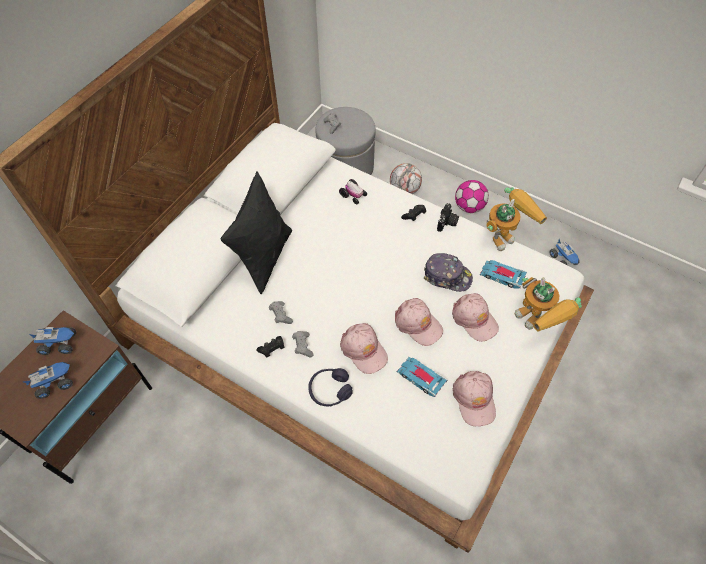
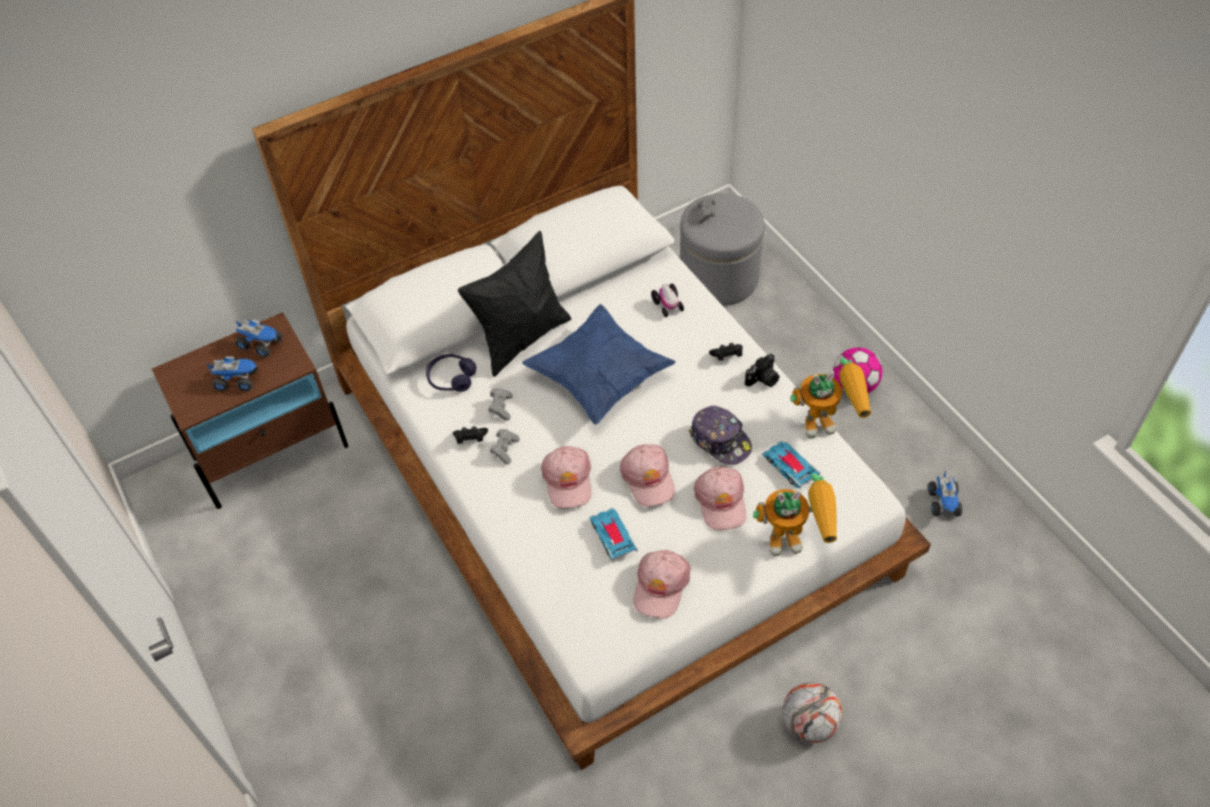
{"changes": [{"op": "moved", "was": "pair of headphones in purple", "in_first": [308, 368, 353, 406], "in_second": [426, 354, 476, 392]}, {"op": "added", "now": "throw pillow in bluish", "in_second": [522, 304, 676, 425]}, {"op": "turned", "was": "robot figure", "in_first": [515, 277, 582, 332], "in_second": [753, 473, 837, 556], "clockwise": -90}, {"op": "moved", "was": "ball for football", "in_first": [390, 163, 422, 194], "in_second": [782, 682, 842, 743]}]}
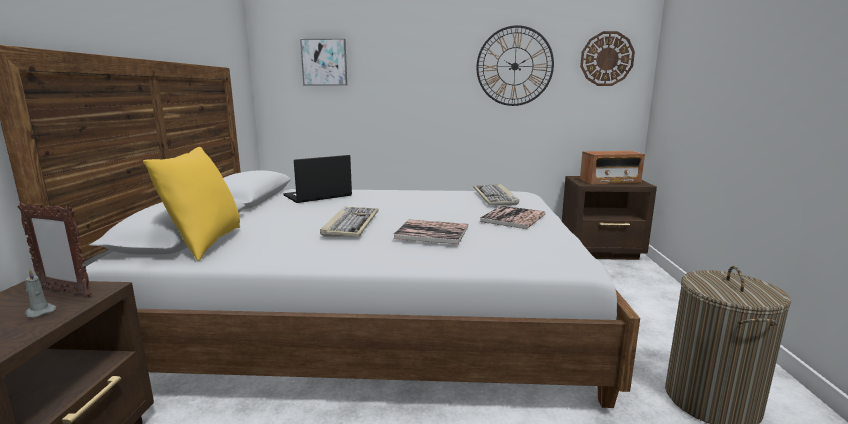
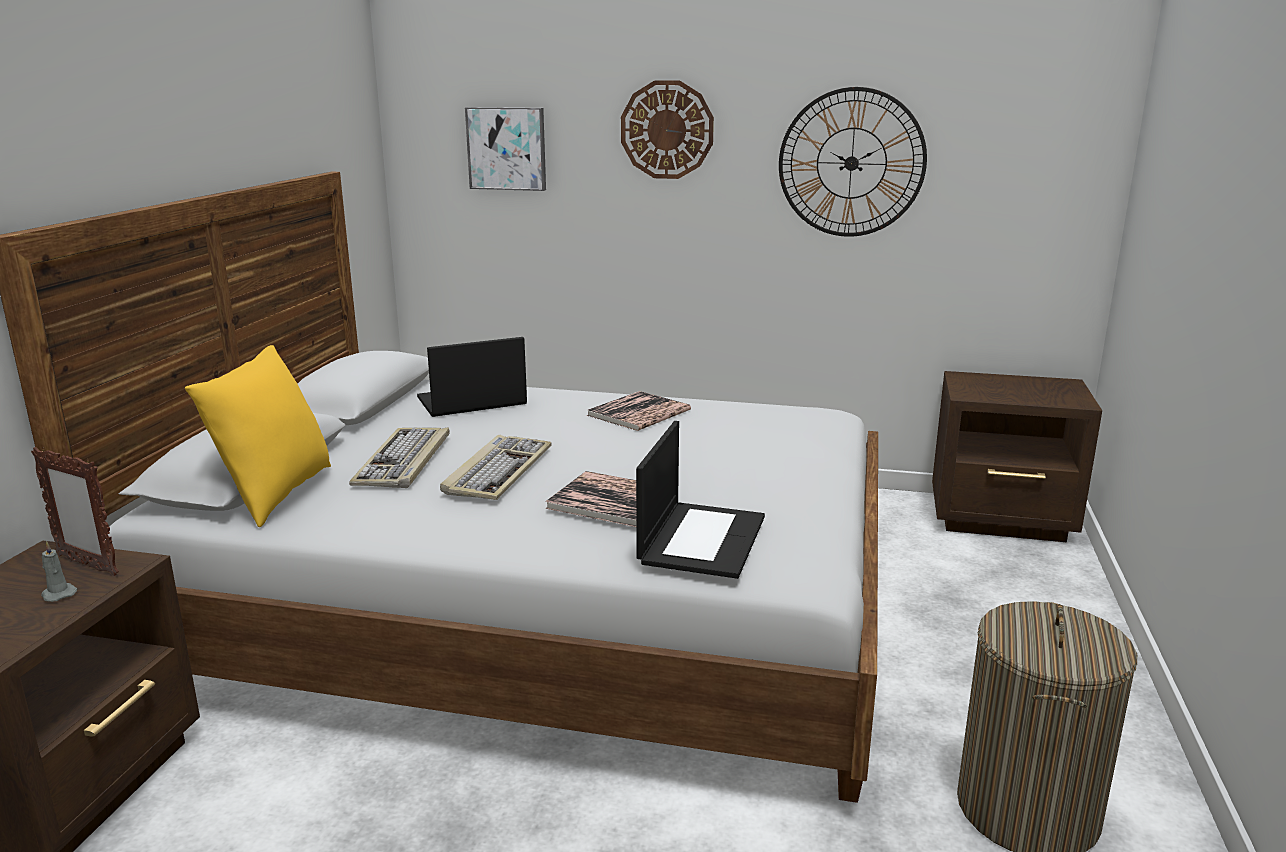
{"changes": [{"op": "moved", "was": "computer keyboard", "in_first": [473, 184, 519, 205], "in_second": [349, 428, 450, 488]}, {"op": "moved", "was": "volume", "in_first": [480, 206, 546, 229], "in_second": [587, 391, 691, 431]}, {"op": "moved", "was": "hanging clock", "in_first": [580, 31, 635, 86], "in_second": [621, 80, 714, 179]}, {"op": "added", "now": "notebook computer", "in_second": [636, 421, 765, 579]}, {"op": "removed", "was": "radio receiver", "in_first": [580, 151, 645, 184]}]}
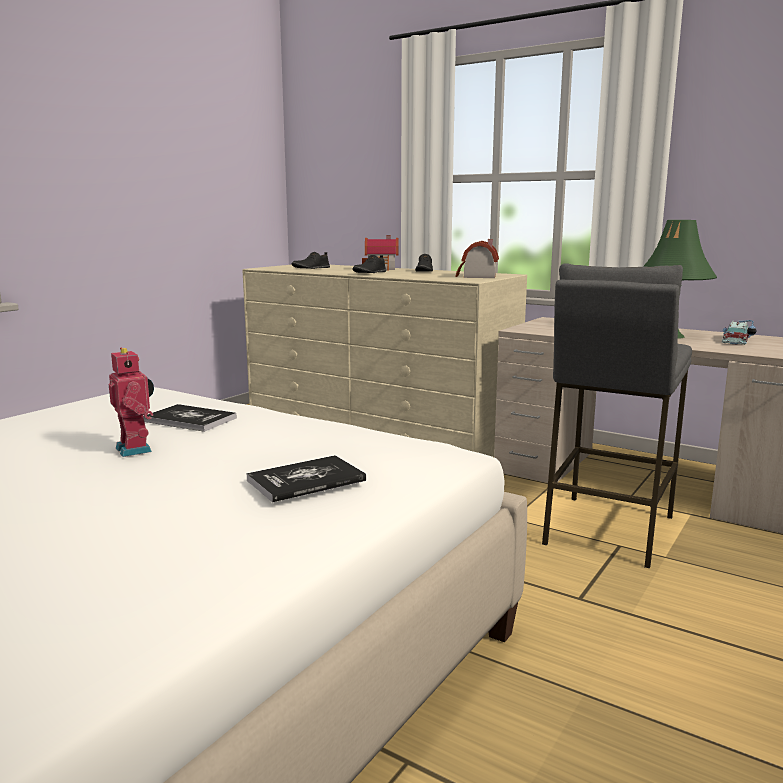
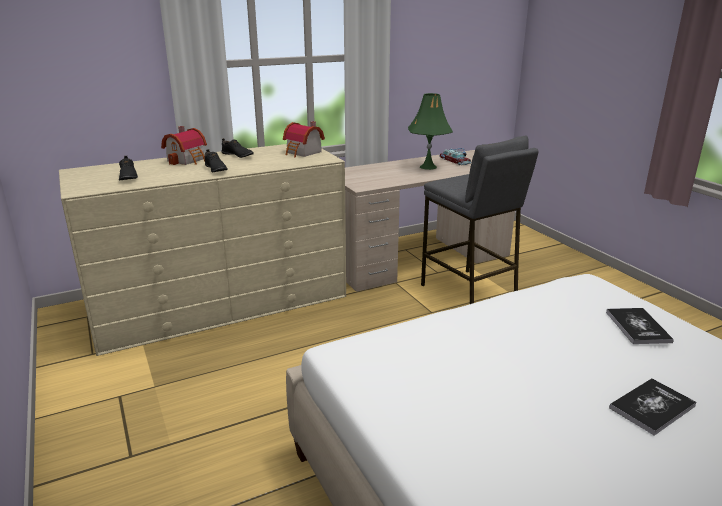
{"changes": [{"op": "moved", "was": "volume", "in_first": [143, 404, 237, 432], "in_second": [609, 379, 696, 436]}, {"op": "removed", "was": "robot figure", "in_first": [109, 348, 154, 457]}]}
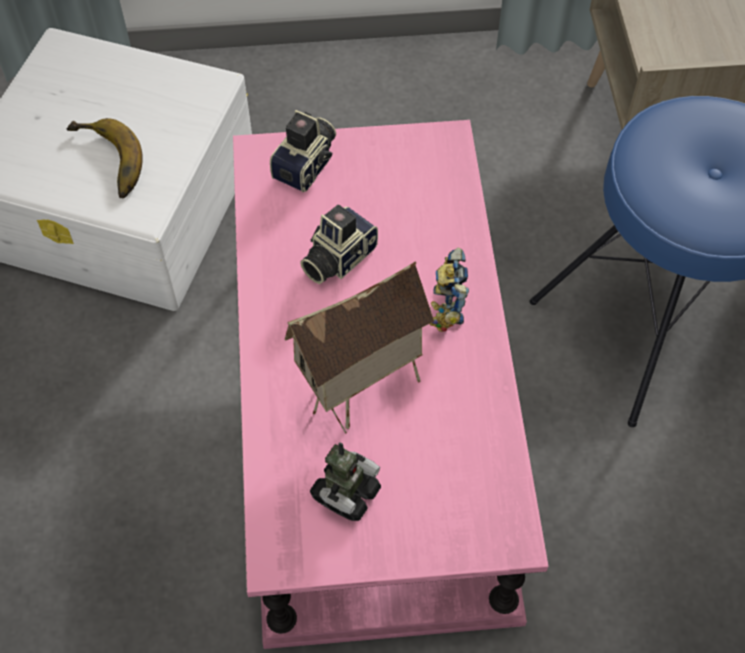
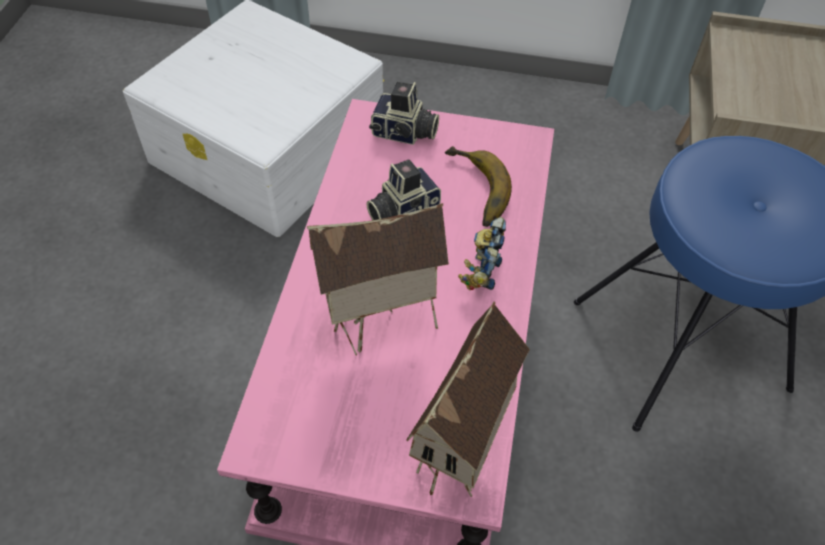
{"changes": [{"op": "turned", "was": "photo camera", "in_first": [270, 110, 336, 192], "in_second": [369, 82, 439, 145], "clockwise": 60}, {"op": "added", "now": "model house", "in_second": [406, 302, 530, 497]}, {"op": "moved", "was": "banana fruit", "in_first": [67, 118, 143, 198], "in_second": [445, 146, 512, 227]}, {"op": "removed", "was": "robot figure", "in_first": [310, 442, 381, 521]}]}
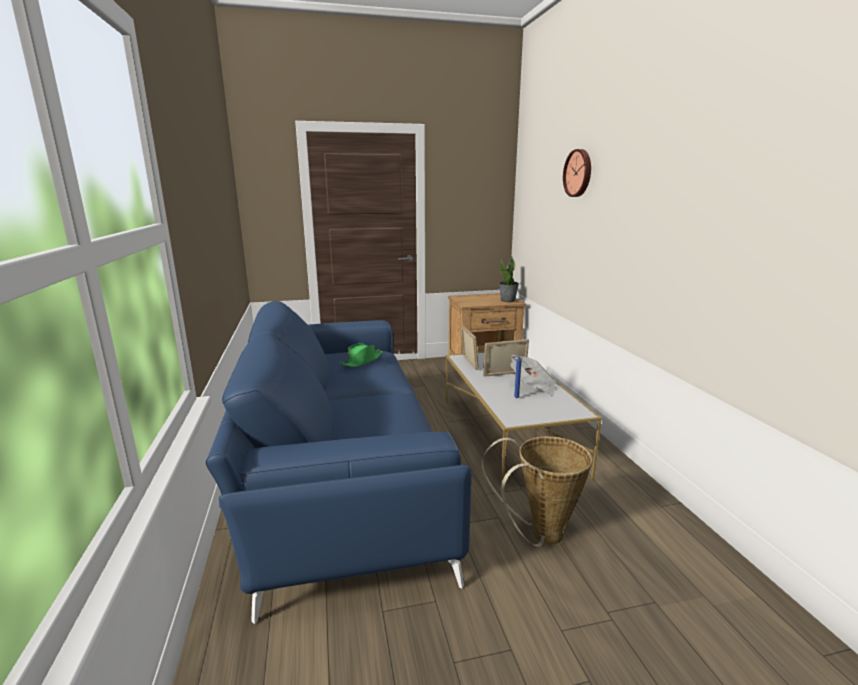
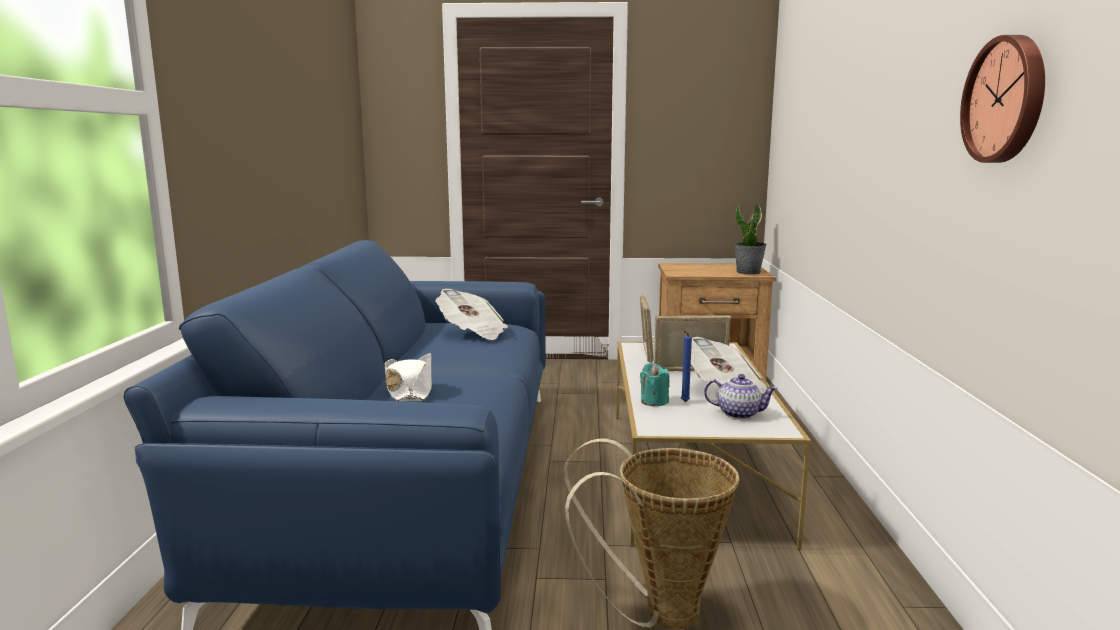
{"changes": [{"op": "added", "now": "clothing hat in whitish", "in_second": [385, 353, 432, 401]}, {"op": "replaced", "was": "clothing hat in green-coloured", "now": "newspaper", "in_first": [339, 343, 383, 367], "in_second": [435, 289, 508, 340]}, {"op": "added", "now": "candle in turquoise-coloured", "in_second": [640, 363, 670, 406]}, {"op": "added", "now": "pot for tea", "in_second": [704, 374, 778, 419]}, {"op": "moved", "was": "hanging clock", "in_first": [563, 149, 591, 197], "in_second": [960, 35, 1045, 163]}]}
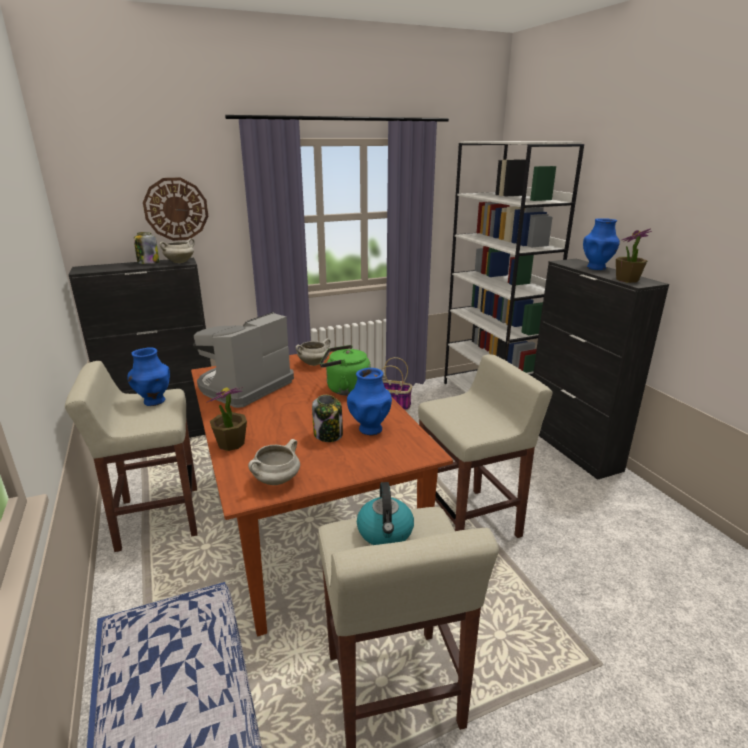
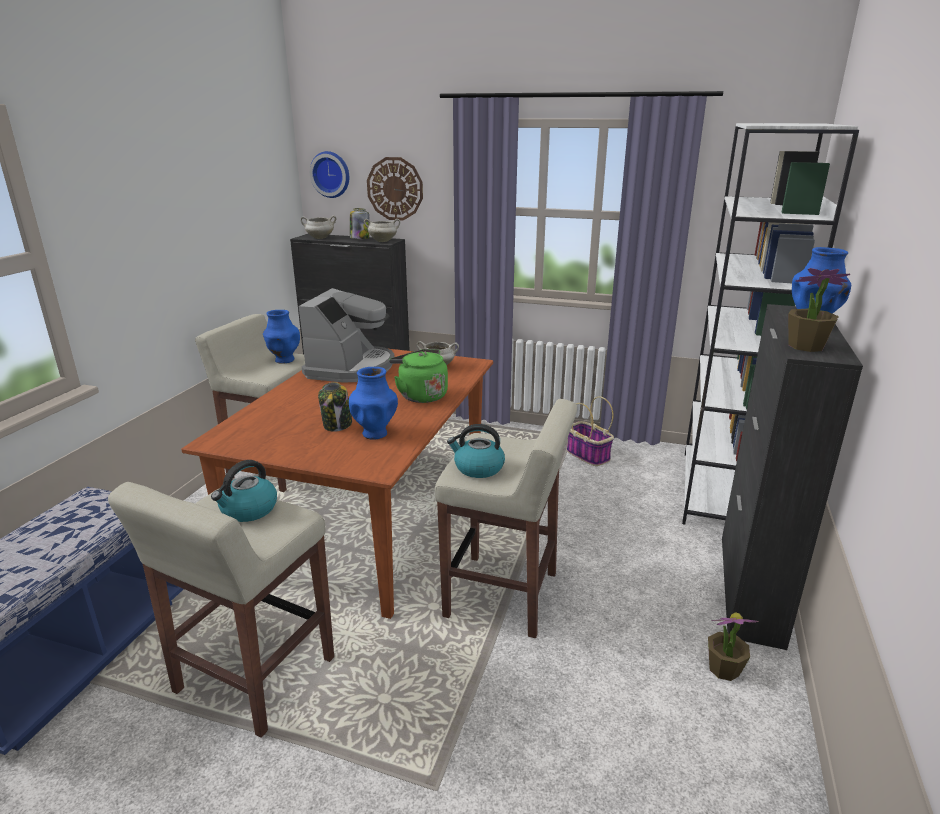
{"changes": [{"op": "turned", "was": "coffee machine", "in_first": [193, 312, 294, 408], "in_second": [298, 288, 394, 383], "clockwise": 120}, {"op": "moved", "was": "stockpot in whitish", "in_first": [248, 439, 300, 485], "in_second": [300, 215, 337, 239]}, {"op": "added", "now": "hanging clock", "in_second": [310, 151, 349, 198]}, {"op": "added", "now": "tea kettle", "in_second": [447, 424, 505, 478]}, {"op": "moved", "was": "potted plant", "in_first": [208, 387, 247, 451], "in_second": [708, 612, 759, 681]}]}
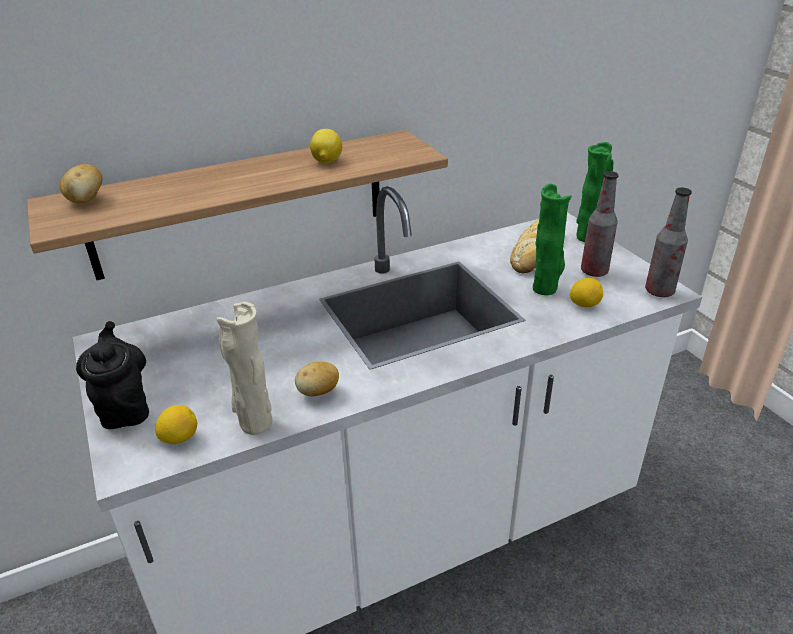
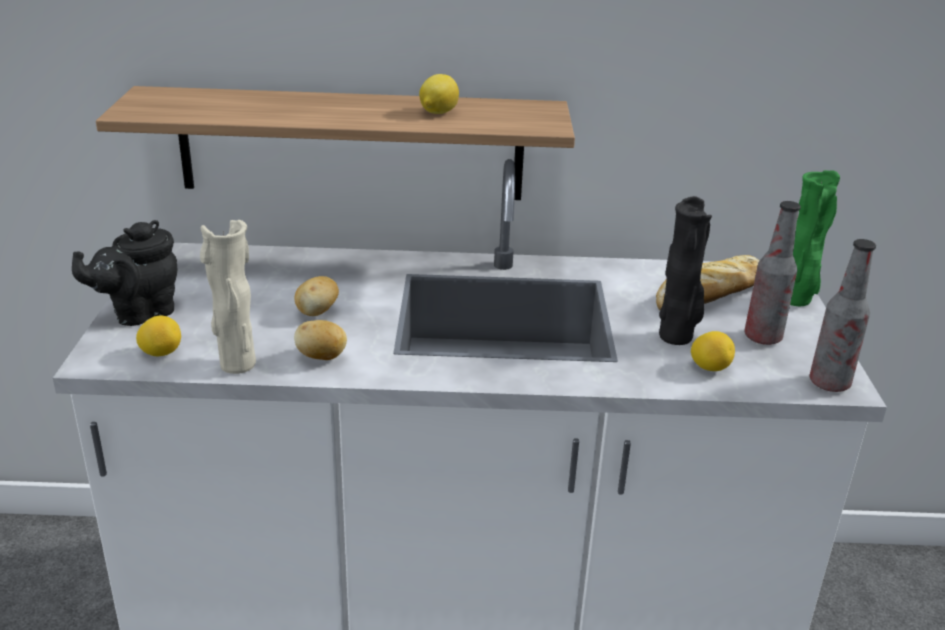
{"changes": [{"op": "turned", "was": "pot for tea in black-coloured", "in_first": [76, 321, 149, 429], "in_second": [72, 220, 177, 326], "clockwise": -135}, {"op": "moved", "was": "potato", "in_first": [59, 164, 102, 203], "in_second": [294, 276, 339, 316]}, {"op": "recoloured", "was": "vase in green-coloured", "now": "vase in black-coloured", "in_first": [533, 184, 572, 295], "in_second": [659, 196, 712, 345]}]}
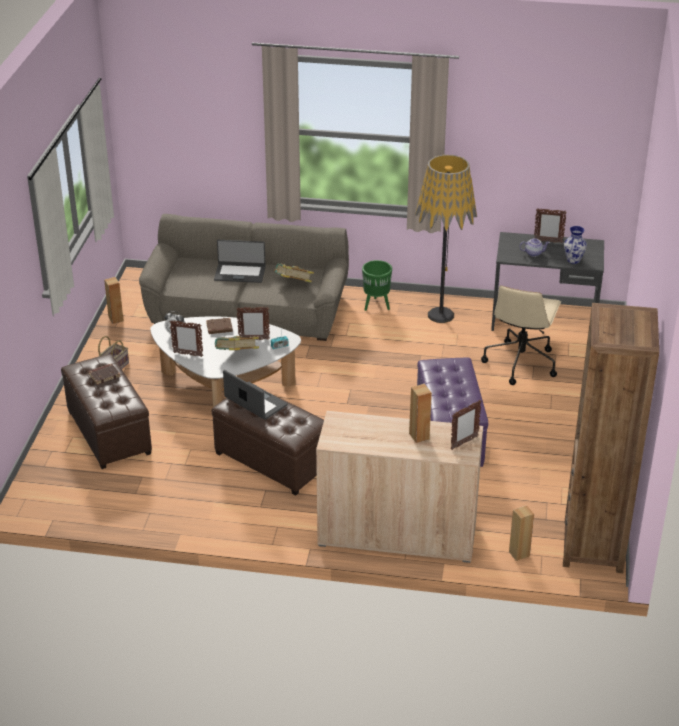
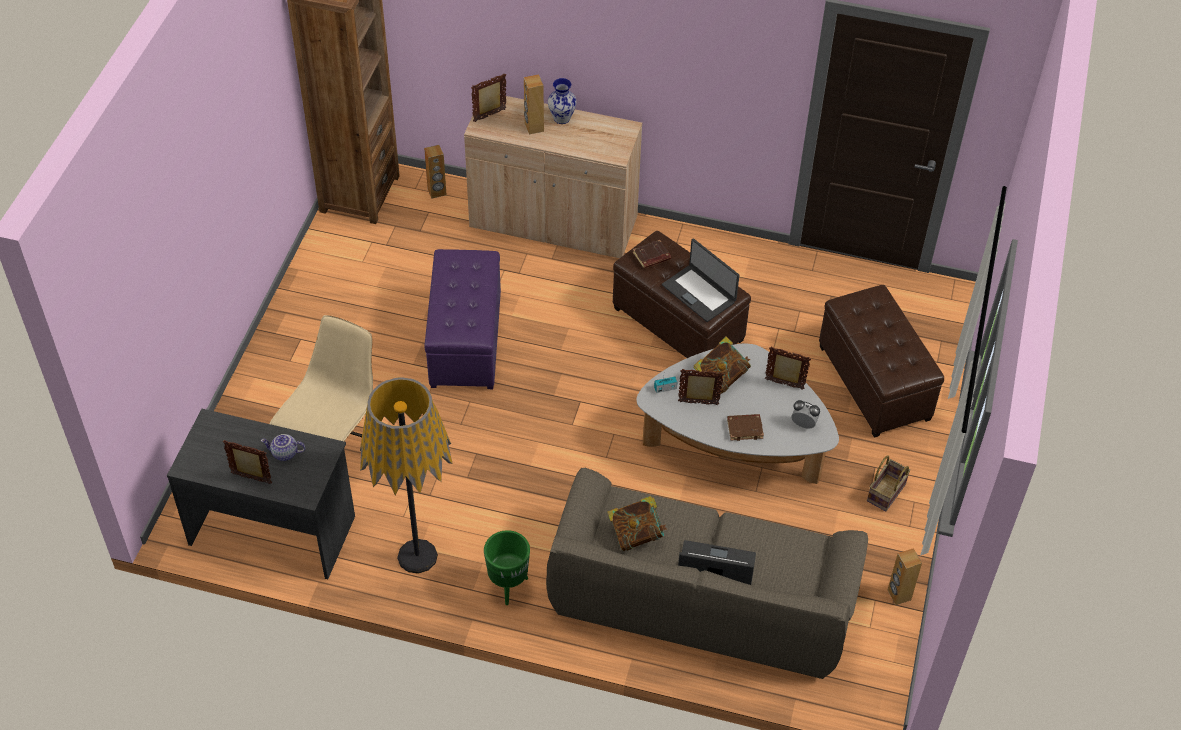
{"changes": [{"op": "moved", "was": "vase", "in_first": [564, 226, 587, 264], "in_second": [548, 78, 577, 124]}, {"op": "moved", "was": "volume in brown", "in_first": [88, 363, 121, 385], "in_second": [633, 240, 671, 269]}]}
